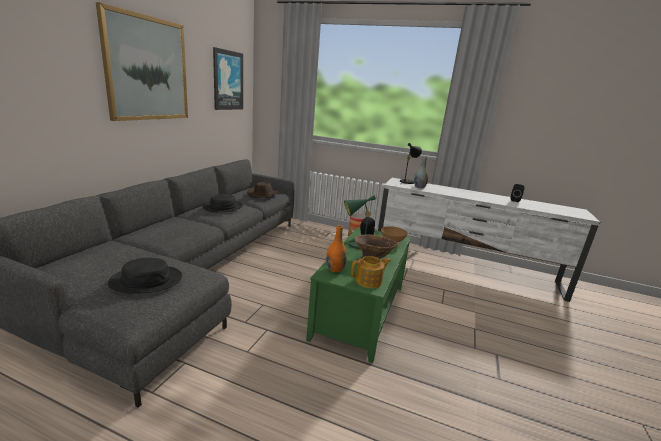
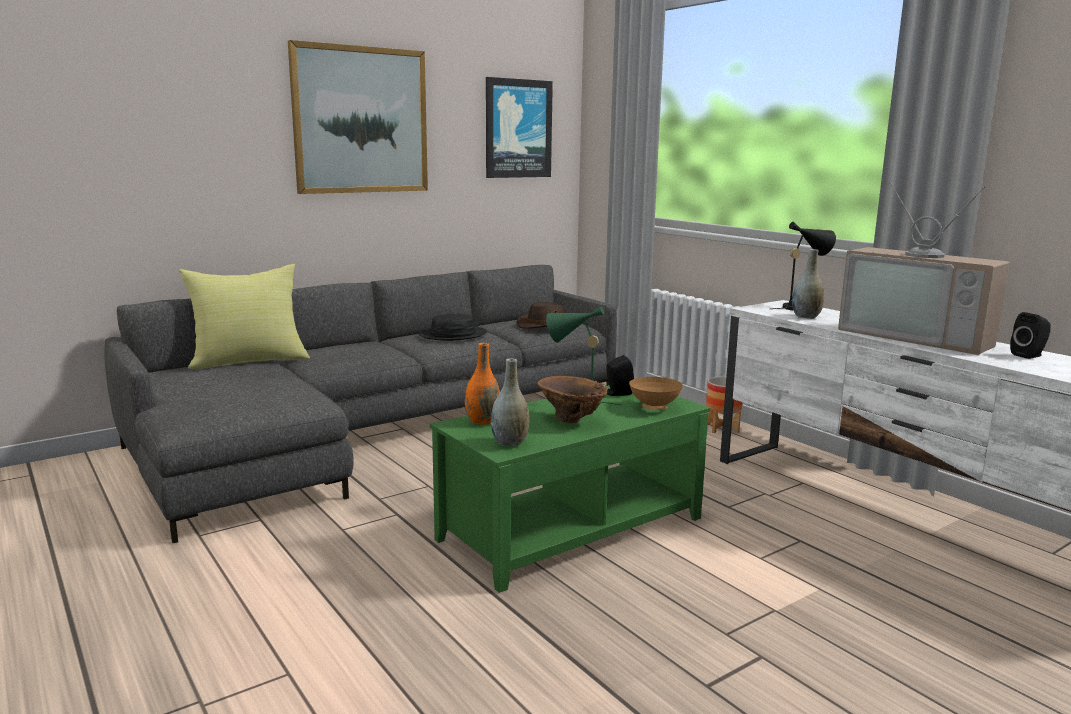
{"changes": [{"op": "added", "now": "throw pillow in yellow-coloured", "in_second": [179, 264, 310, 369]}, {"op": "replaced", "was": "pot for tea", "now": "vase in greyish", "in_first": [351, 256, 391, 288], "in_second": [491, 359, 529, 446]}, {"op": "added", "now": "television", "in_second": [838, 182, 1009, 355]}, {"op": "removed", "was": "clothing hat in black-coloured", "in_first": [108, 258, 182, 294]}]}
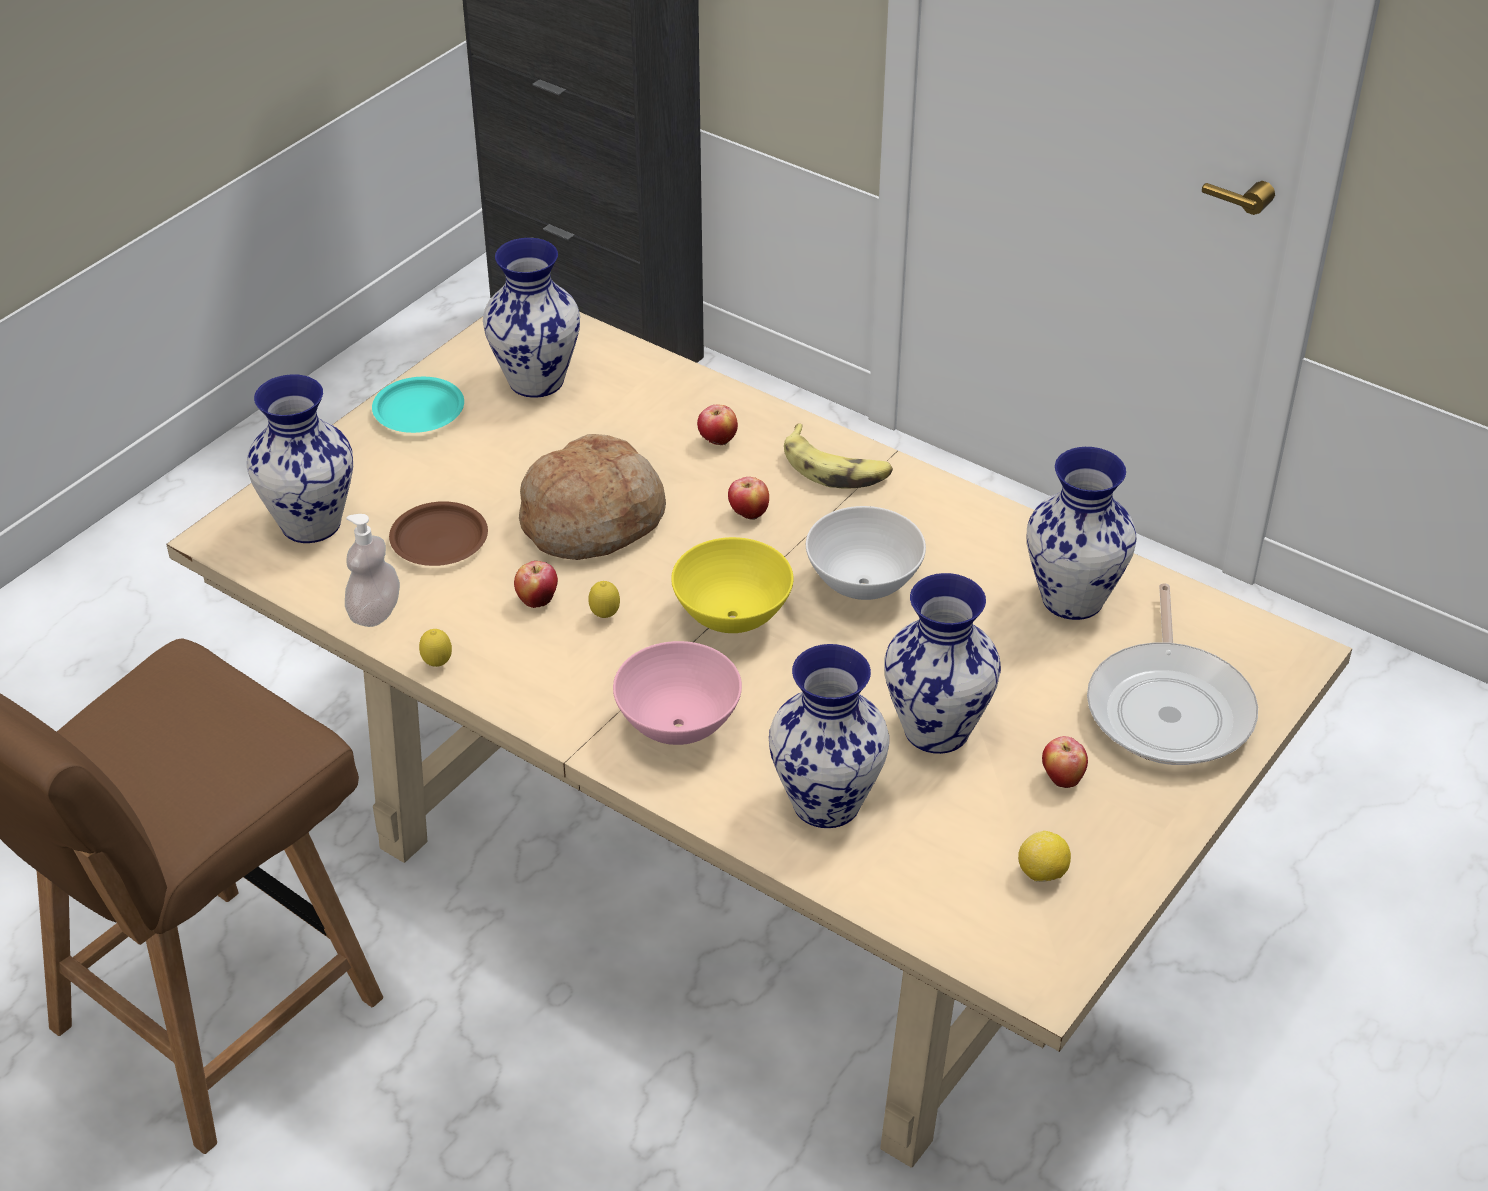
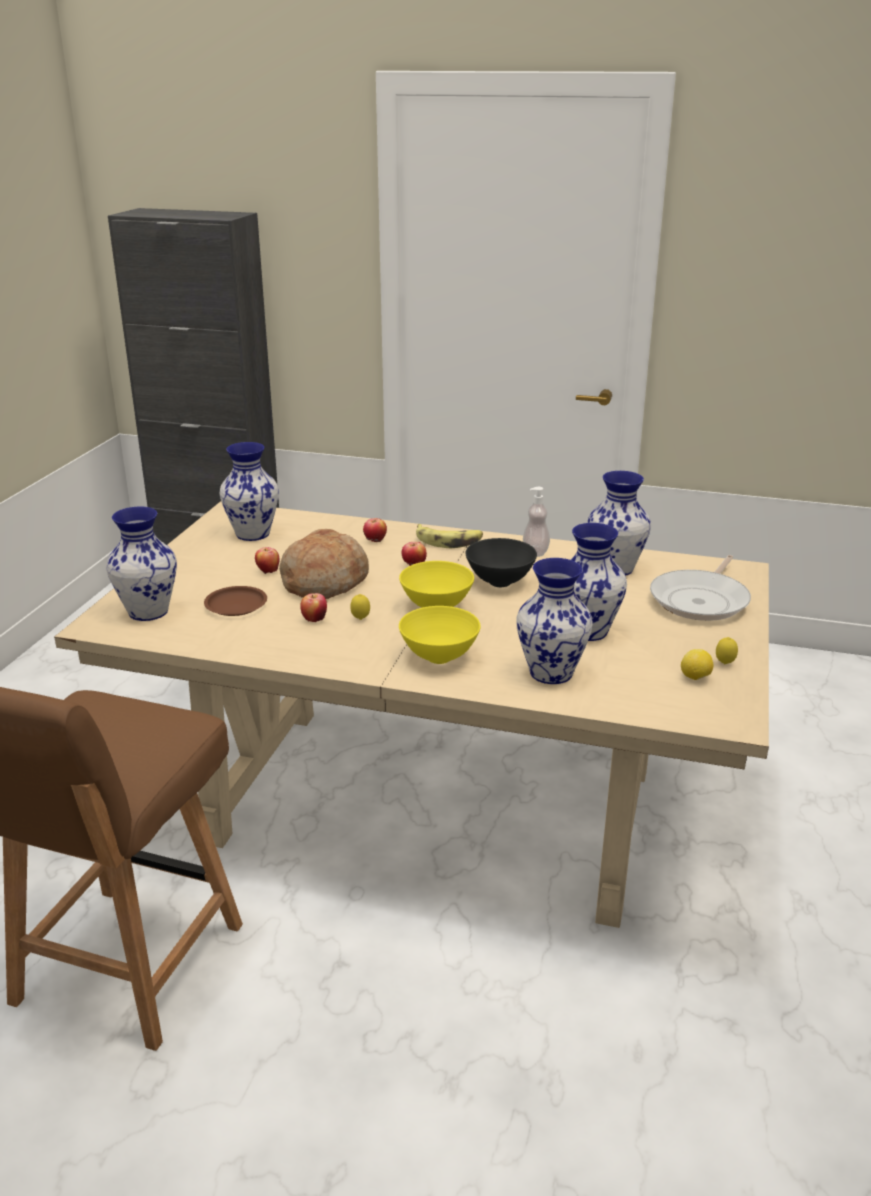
{"changes": [{"op": "moved", "was": "apple", "in_first": [1042, 736, 1088, 788], "in_second": [255, 547, 280, 574]}, {"op": "recoloured", "was": "bowl in pinkish", "now": "bowl in yellow-coloured", "in_first": [613, 641, 742, 745], "in_second": [399, 606, 481, 664]}, {"op": "recoloured", "was": "bowl in whitish", "now": "bowl in black-coloured", "in_first": [806, 506, 926, 600], "in_second": [465, 538, 537, 587]}, {"op": "moved", "was": "liquid soap bottle", "in_first": [345, 514, 400, 627], "in_second": [523, 487, 550, 557]}, {"op": "turned", "was": "pan", "in_first": [1087, 583, 1258, 765], "in_second": [650, 555, 751, 621], "clockwise": 45}, {"op": "moved", "was": "lemon", "in_first": [419, 629, 452, 667], "in_second": [716, 637, 738, 664]}, {"op": "removed", "was": "plate in turquoise-coloured", "in_first": [372, 377, 464, 433]}]}
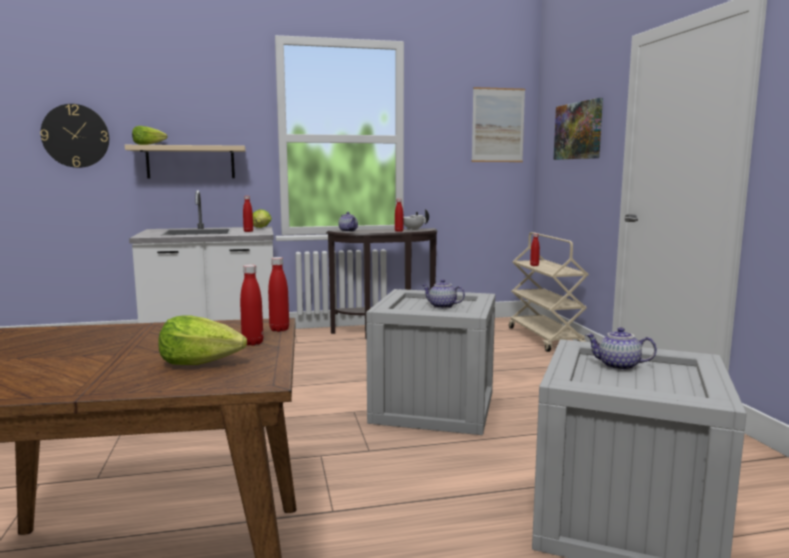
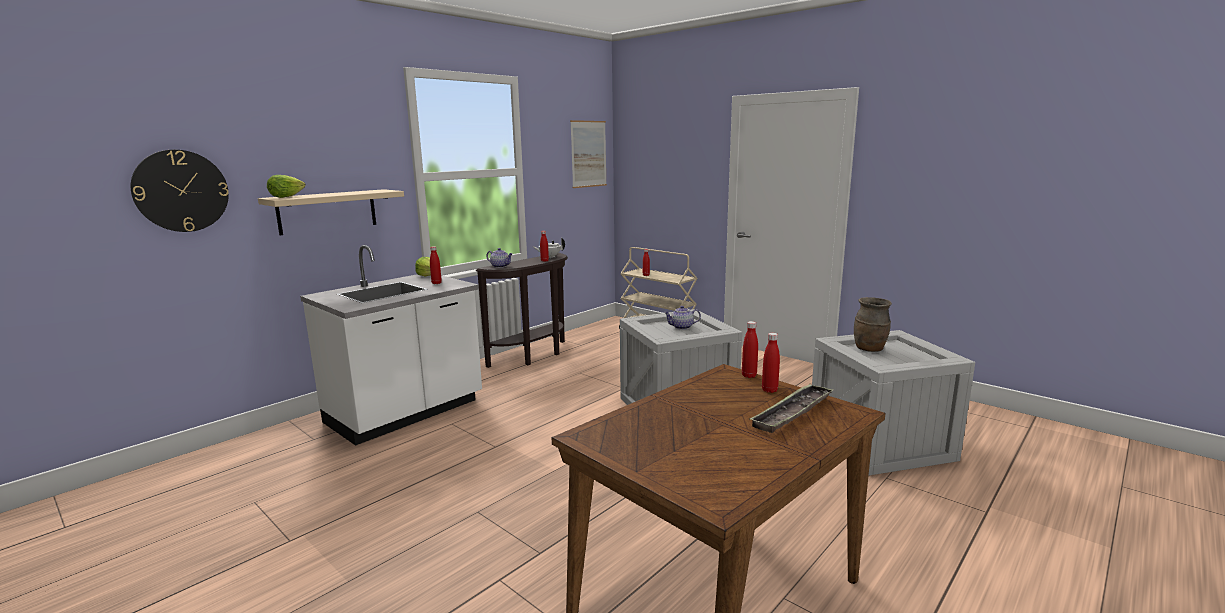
{"changes": [{"op": "replaced", "was": "lettuce head", "now": "carrying tray", "in_first": [158, 315, 247, 365], "in_second": [749, 383, 833, 433]}, {"op": "replaced", "was": "pot for tea", "now": "vase in brown", "in_first": [586, 327, 657, 370], "in_second": [854, 297, 892, 352]}, {"op": "removed", "was": "wall art", "in_first": [553, 98, 603, 160]}]}
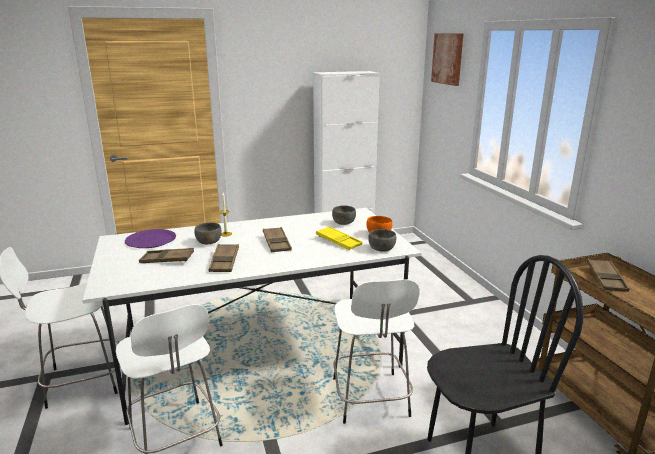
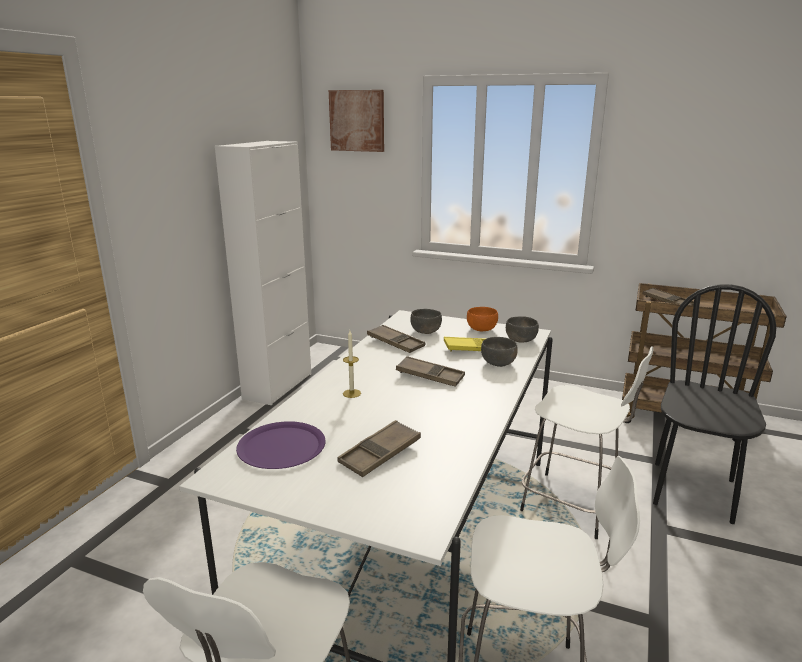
{"changes": [{"op": "moved", "was": "carrying tray in brown", "in_first": [209, 244, 239, 272], "in_second": [367, 325, 425, 353]}, {"op": "moved", "was": "bowl in greyish", "in_first": [194, 223, 222, 244], "in_second": [481, 337, 518, 367]}]}
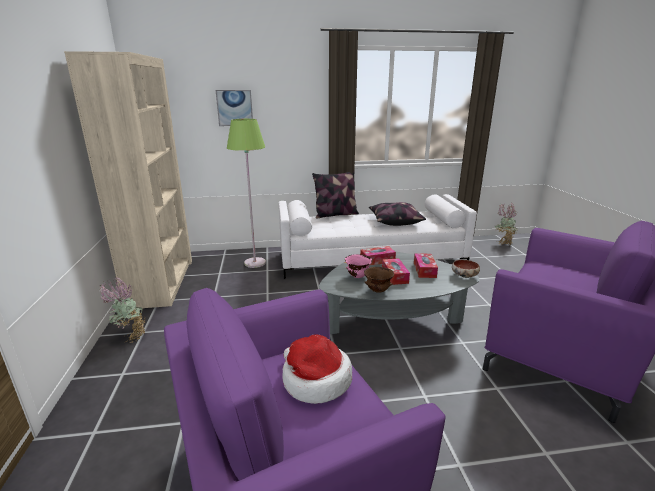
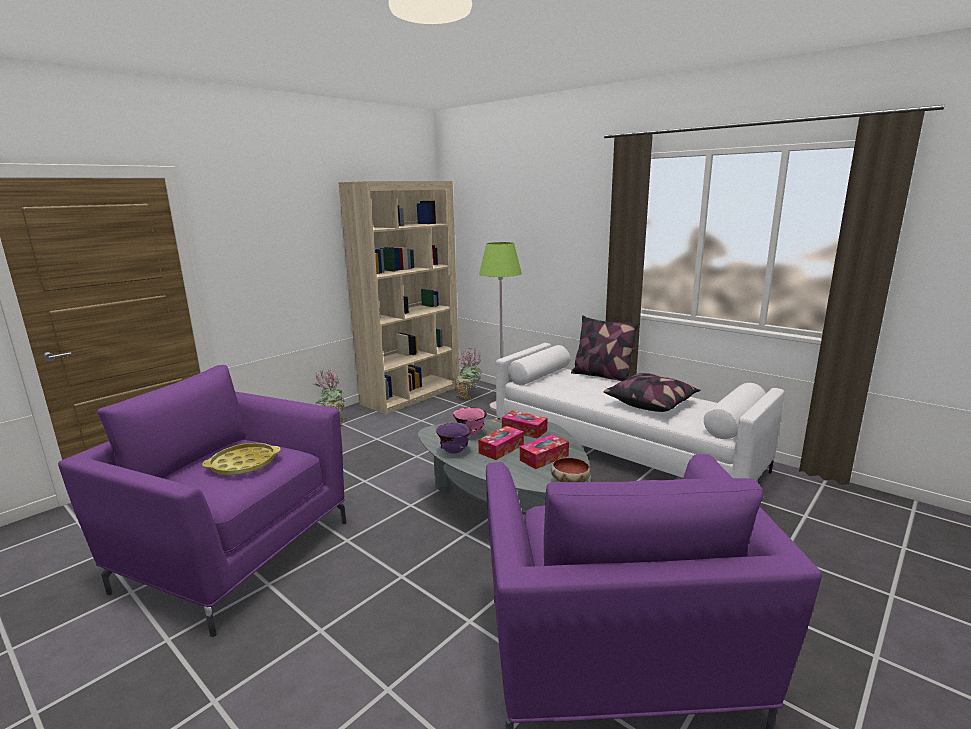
{"changes": [{"op": "replaced", "was": "clothing hat", "now": "carrying tray in yellow-coloured", "in_first": [282, 334, 352, 404], "in_second": [202, 443, 281, 476]}, {"op": "recoloured", "was": "bowl in brown", "now": "bowl in purple", "in_first": [364, 267, 394, 293], "in_second": [436, 423, 472, 454]}, {"op": "moved", "was": "potted plant", "in_first": [495, 204, 517, 245], "in_second": [452, 348, 482, 401]}, {"op": "removed", "was": "wall art", "in_first": [215, 90, 253, 126]}]}
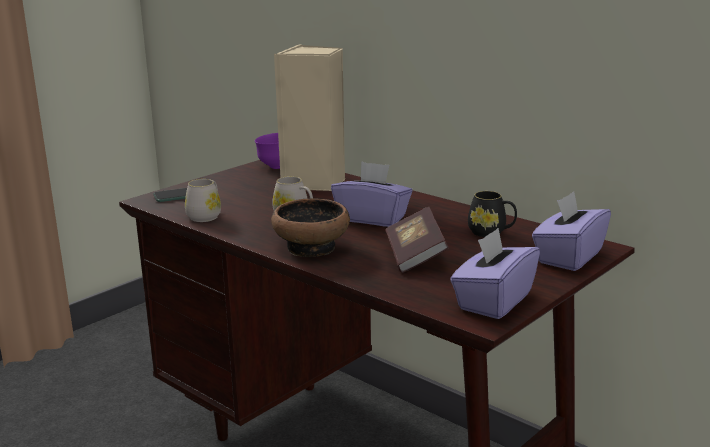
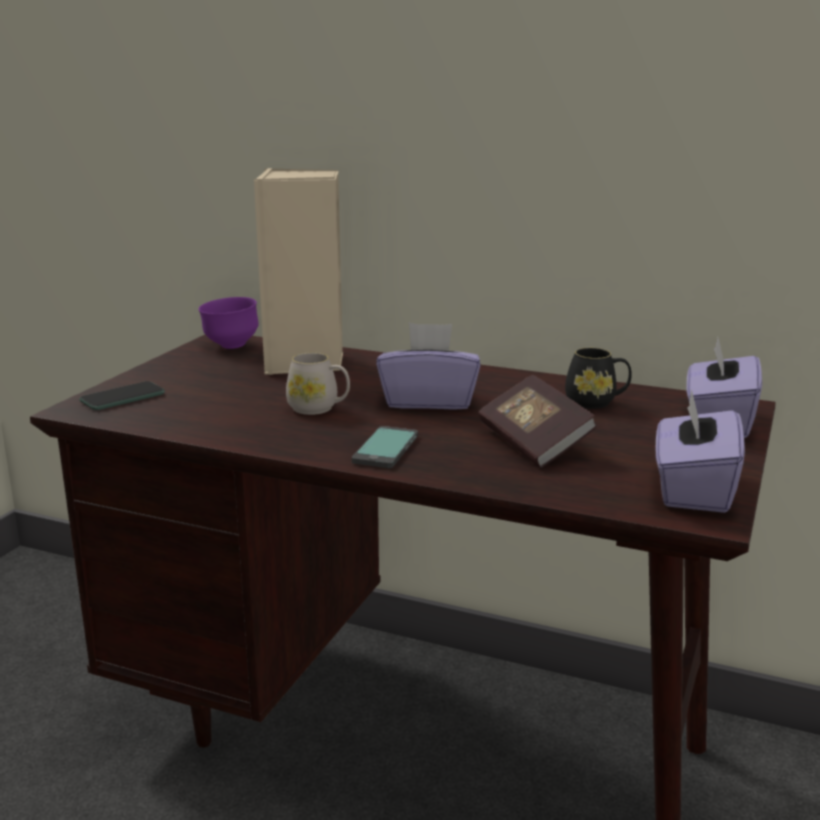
{"changes": [{"op": "replaced", "was": "bowl", "now": "handset", "in_first": [271, 198, 350, 257], "in_second": [352, 426, 418, 468]}, {"op": "removed", "was": "coffee mug in whitish", "in_first": [185, 179, 221, 222]}]}
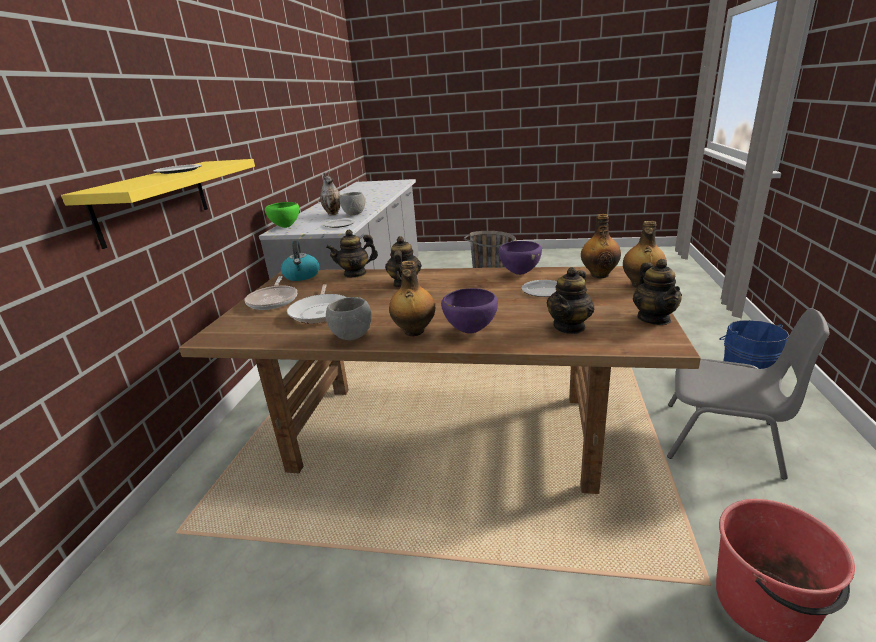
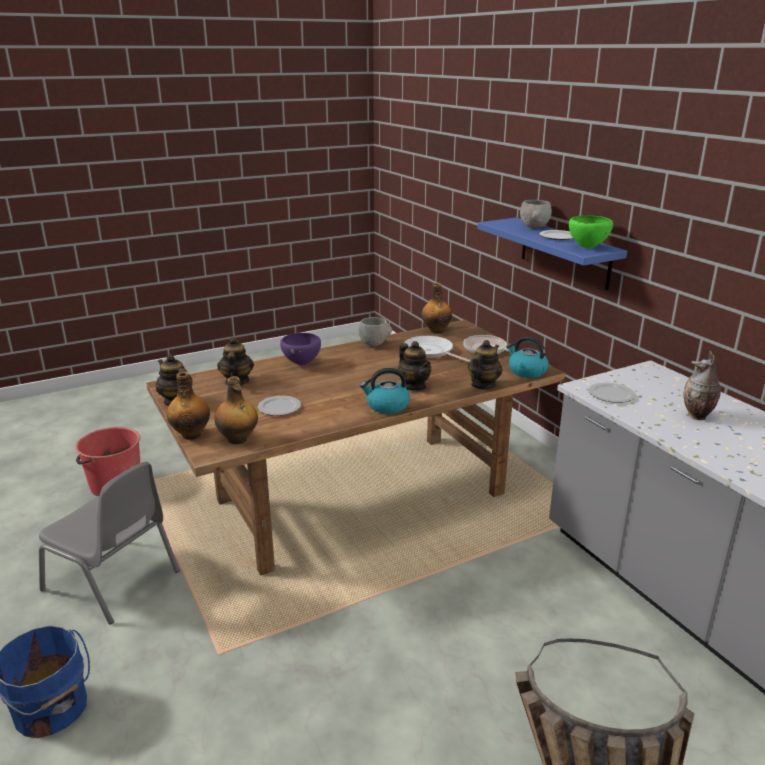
{"changes": [{"op": "turned", "was": "chair in greyish", "in_first": [667, 308, 830, 480], "in_second": [39, 462, 180, 625], "clockwise": -135}, {"op": "added", "now": "tea kettle", "in_second": [360, 368, 410, 414]}, {"op": "moved", "was": "bottle", "in_first": [389, 261, 435, 336], "in_second": [421, 283, 452, 334]}, {"op": "recoloured", "was": "shelf in yellow-coloured", "now": "shelf in bluish", "in_first": [61, 159, 255, 249], "in_second": [477, 217, 627, 291]}, {"op": "moved", "was": "bowl in greyish", "in_first": [340, 192, 366, 215], "in_second": [520, 200, 552, 228]}, {"op": "moved", "was": "bowl in green-coloured", "in_first": [265, 202, 299, 228], "in_second": [569, 215, 613, 248]}, {"op": "removed", "was": "bowl in purple", "in_first": [499, 241, 542, 275]}]}
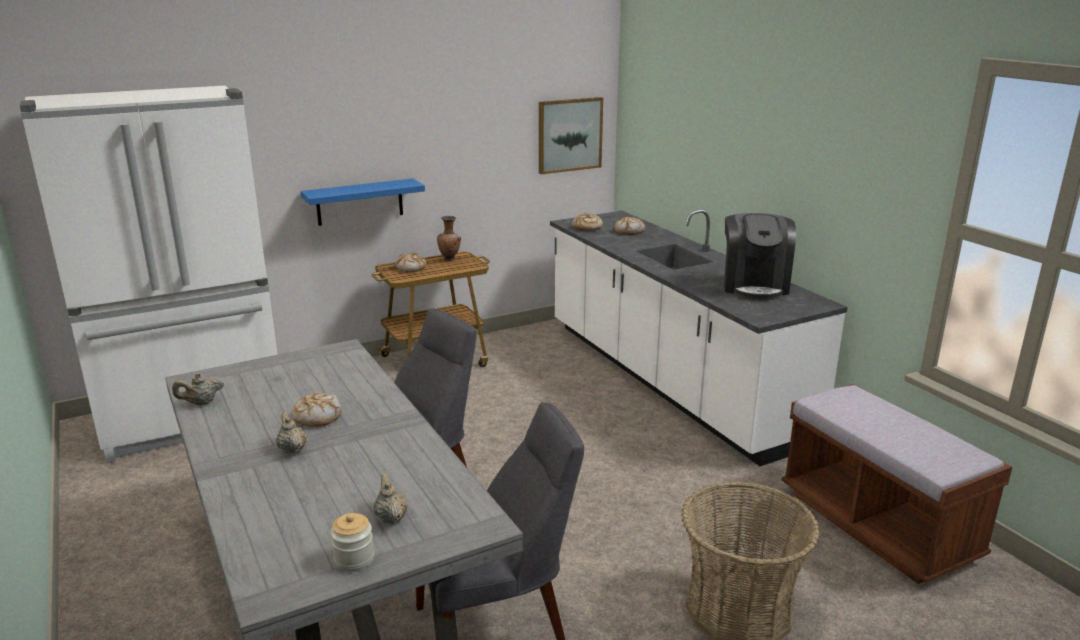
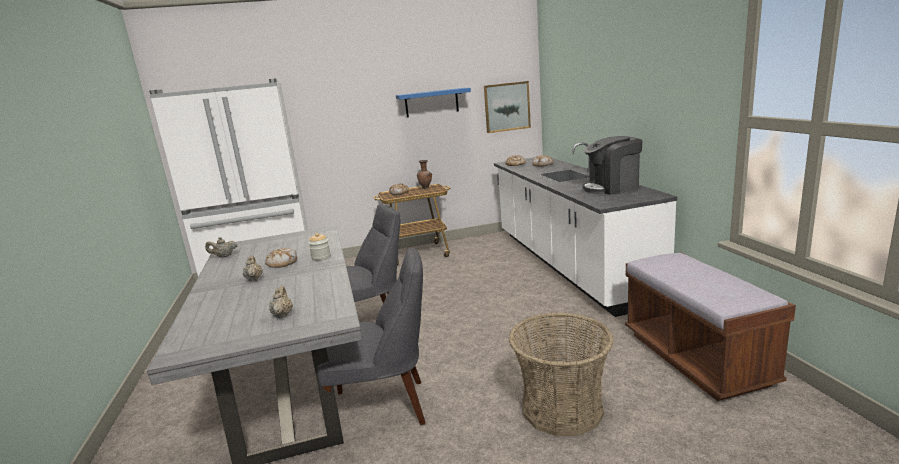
{"changes": [{"op": "moved", "was": "storage jar", "in_first": [331, 513, 374, 572], "in_second": [309, 233, 331, 261]}, {"op": "moved", "was": "shelf in bluish", "in_first": [301, 178, 425, 226], "in_second": [396, 88, 471, 117]}, {"op": "turned", "was": "coffee machine", "in_first": [724, 213, 796, 300], "in_second": [583, 136, 642, 195], "clockwise": 60}]}
